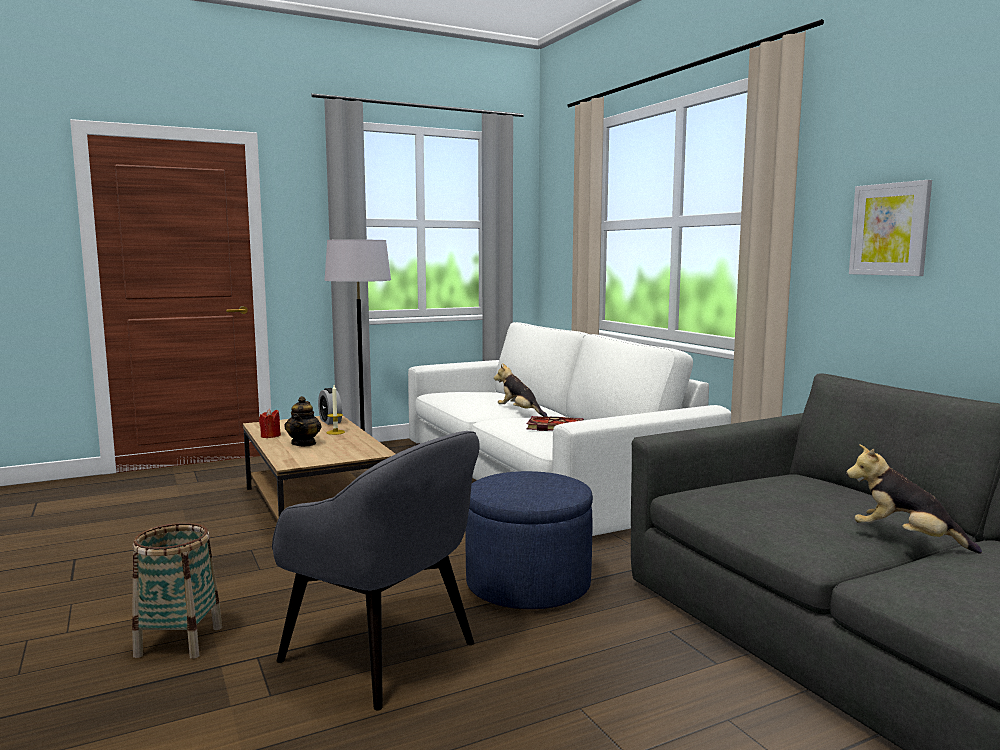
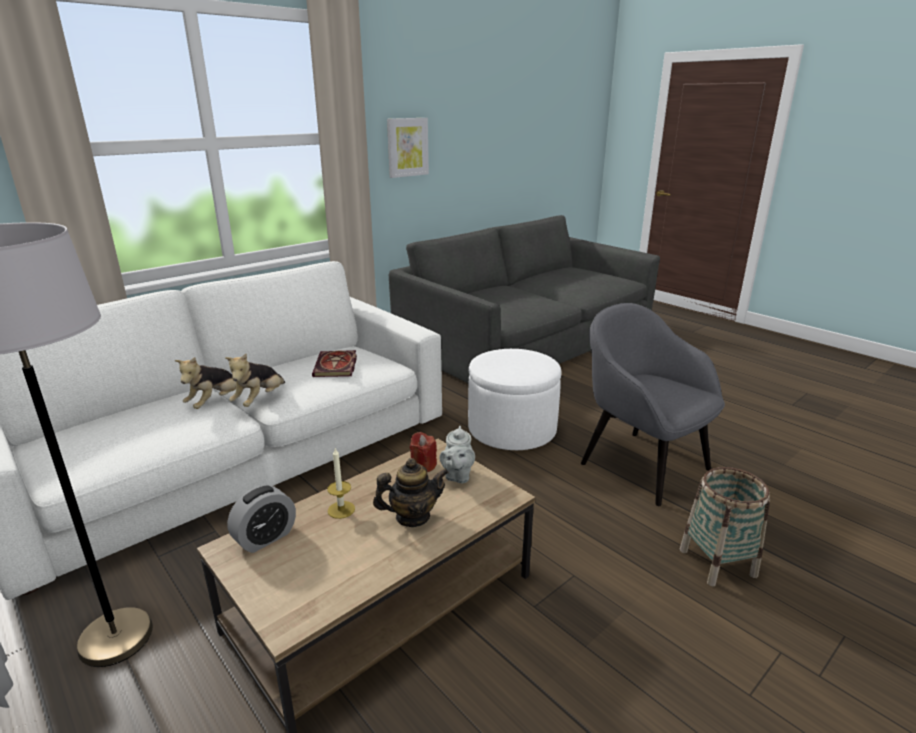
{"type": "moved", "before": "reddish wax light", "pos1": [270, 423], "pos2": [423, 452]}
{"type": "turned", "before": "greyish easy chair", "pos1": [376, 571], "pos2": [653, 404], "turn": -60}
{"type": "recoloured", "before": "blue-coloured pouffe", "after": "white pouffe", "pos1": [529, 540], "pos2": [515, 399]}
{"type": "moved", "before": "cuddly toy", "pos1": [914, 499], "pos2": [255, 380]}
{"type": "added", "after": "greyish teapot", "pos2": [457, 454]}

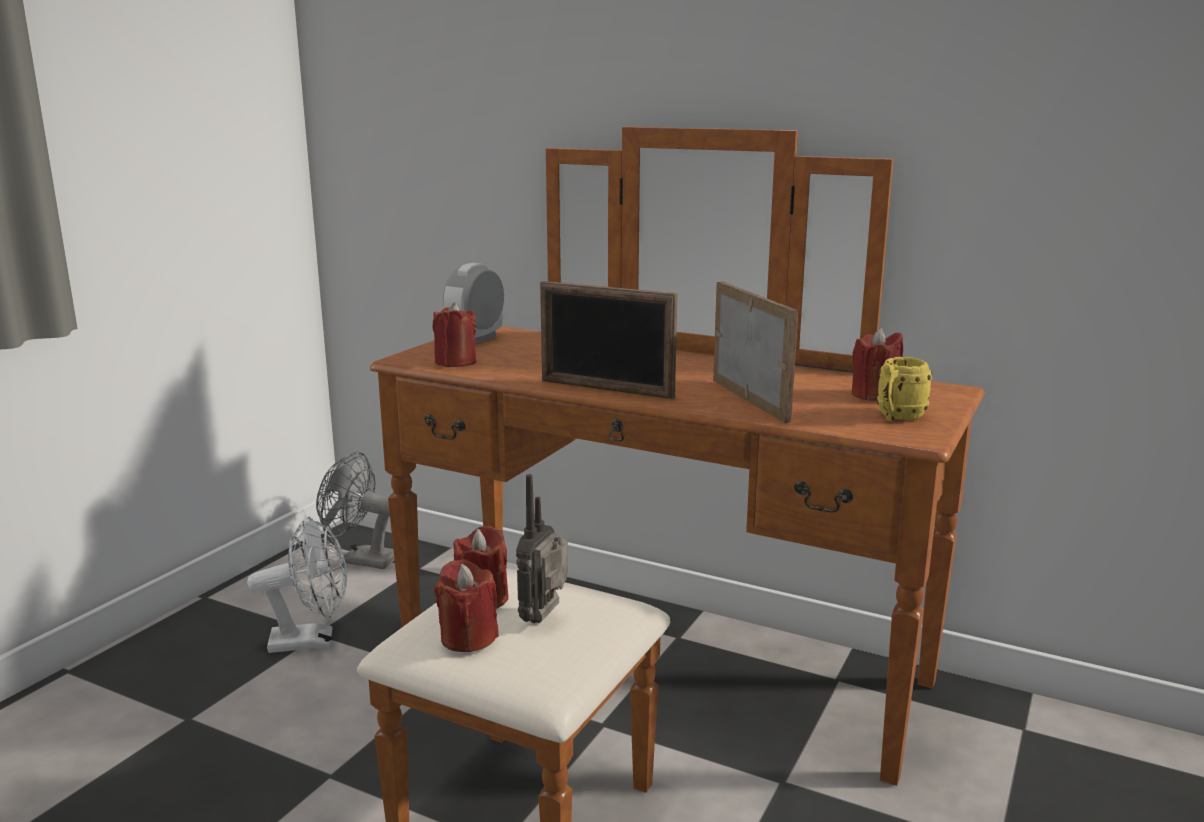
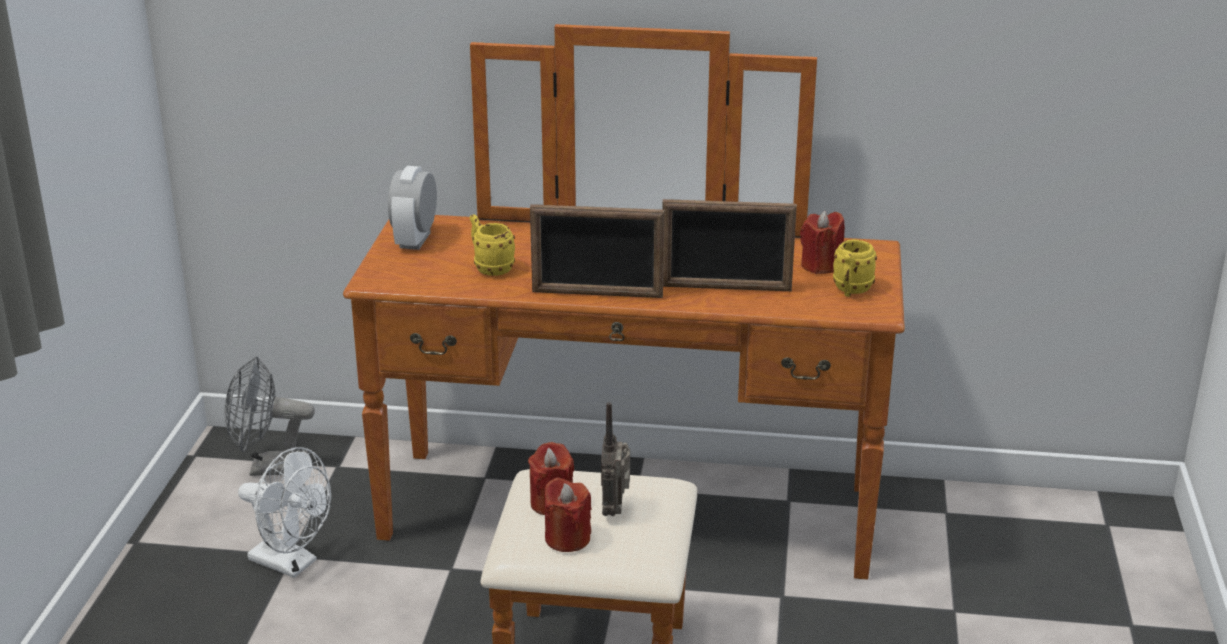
{"type": "turned", "before": "white fan", "pos1": [297, 584], "pos2": [284, 512], "turn": 60}
{"type": "removed", "before": "reddish wax light", "pos1": [454, 334]}
{"type": "turned", "before": "photo frame", "pos1": [755, 352], "pos2": [729, 245], "turn": 135}
{"type": "added", "after": "yellow-coloured mug", "pos2": [492, 245]}

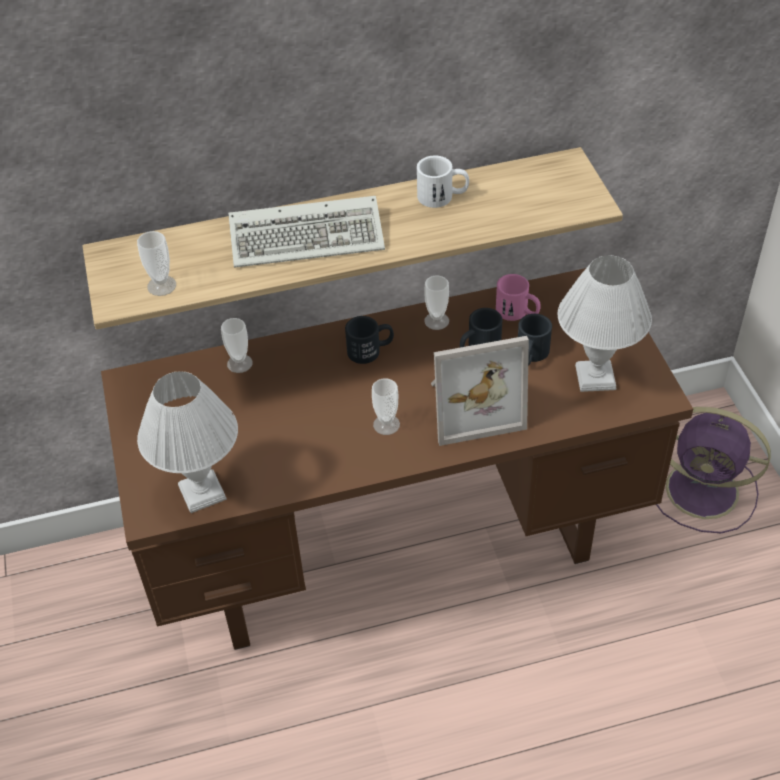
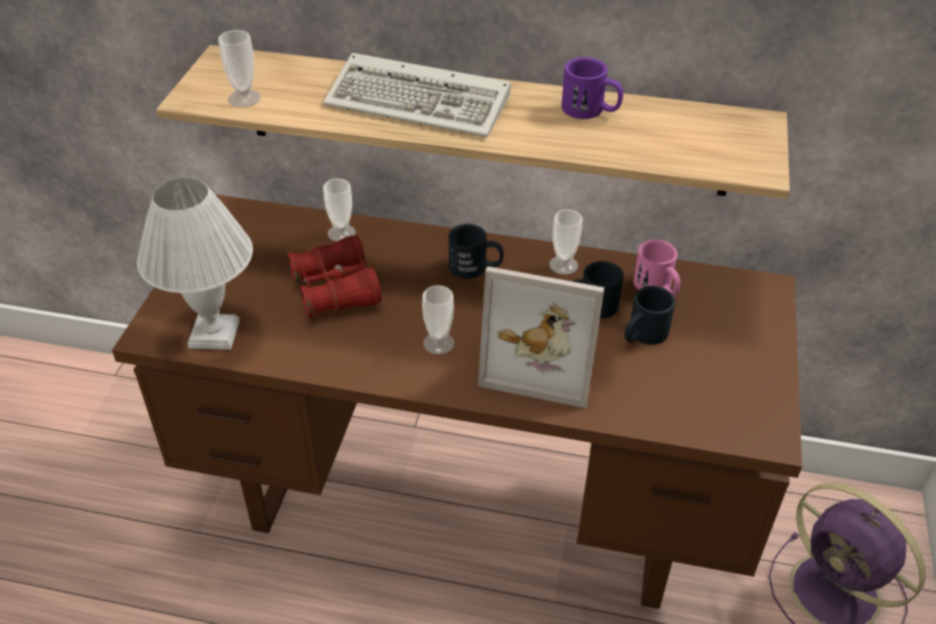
{"type": "recoloured", "before": "white mug", "after": "purplish mug", "pos1": [443, 182], "pos2": [592, 88]}
{"type": "removed", "before": "white tabletop lamp", "pos1": [605, 323]}
{"type": "added", "after": "reddish field glasses", "pos2": [334, 276]}

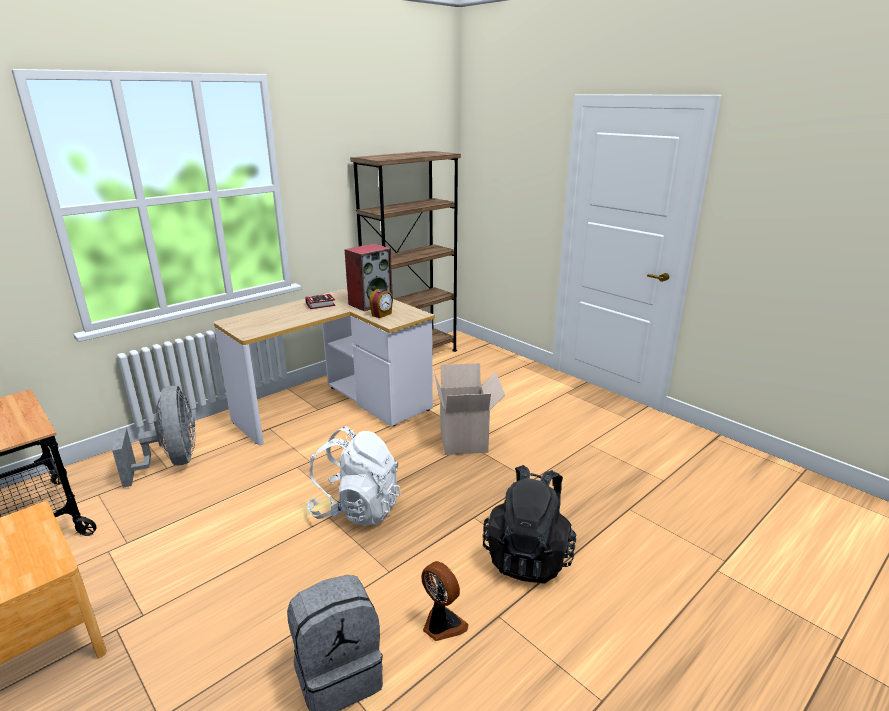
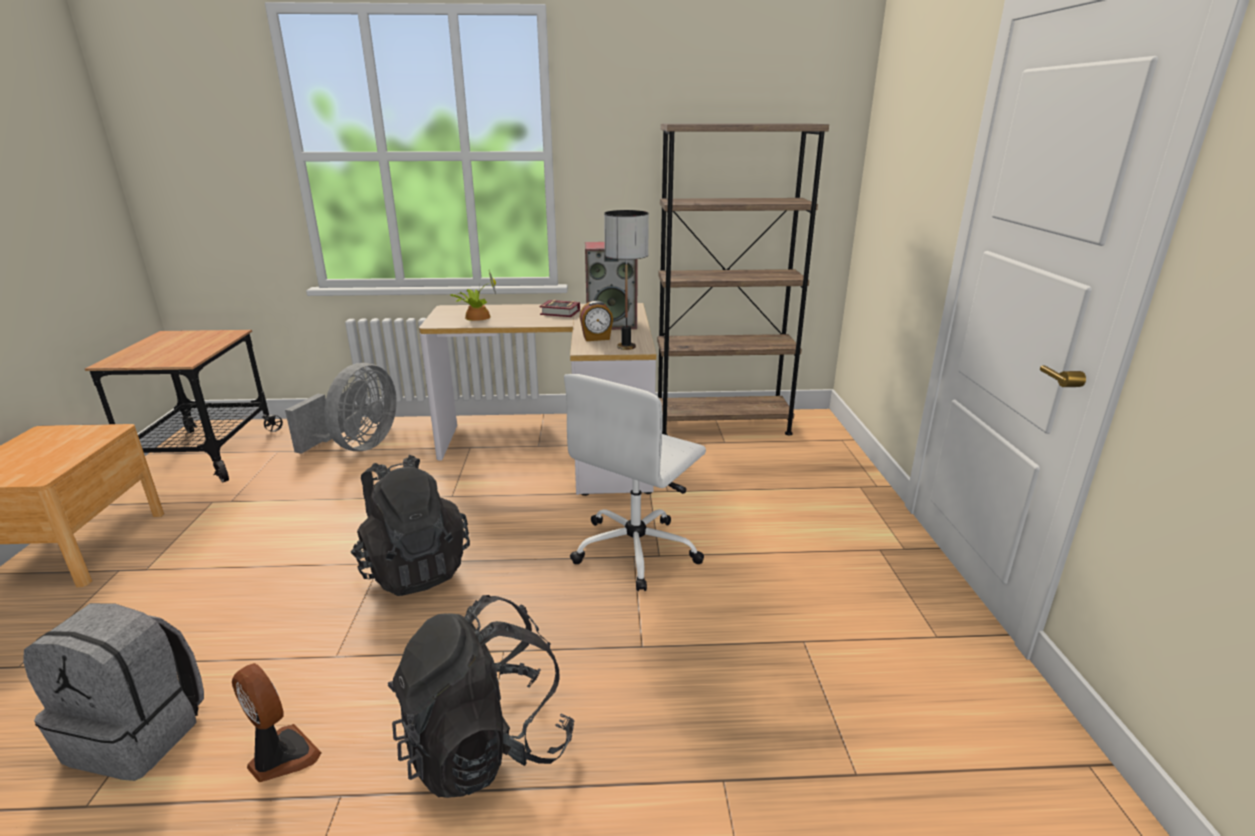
{"type": "recoloured", "before": "white rucksack", "after": "blackish rucksack", "pos1": [353, 476], "pos2": [410, 525]}
{"type": "turned", "before": "fan", "pos1": [445, 601], "pos2": [277, 722], "turn": -45}
{"type": "replaced", "before": "cardboard box", "after": "white desk chair", "pos1": [469, 409], "pos2": [635, 482]}
{"type": "added", "after": "plant in a pot", "pos2": [473, 295]}
{"type": "added", "after": "tabletop lamp", "pos2": [626, 280]}

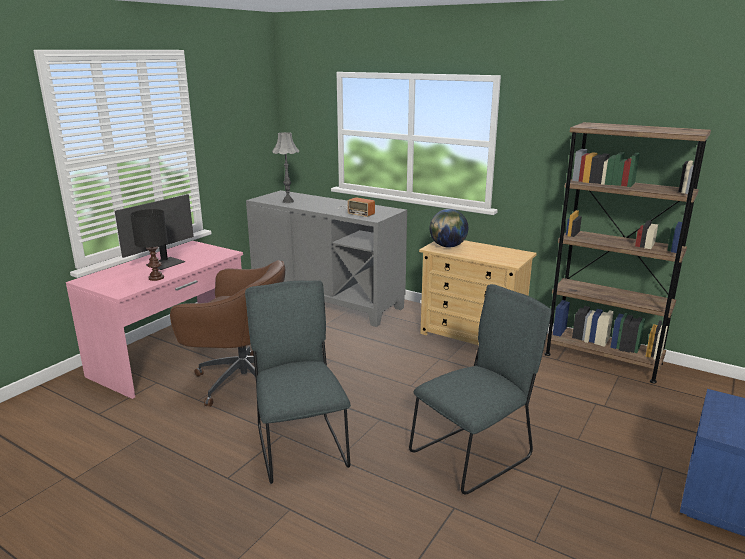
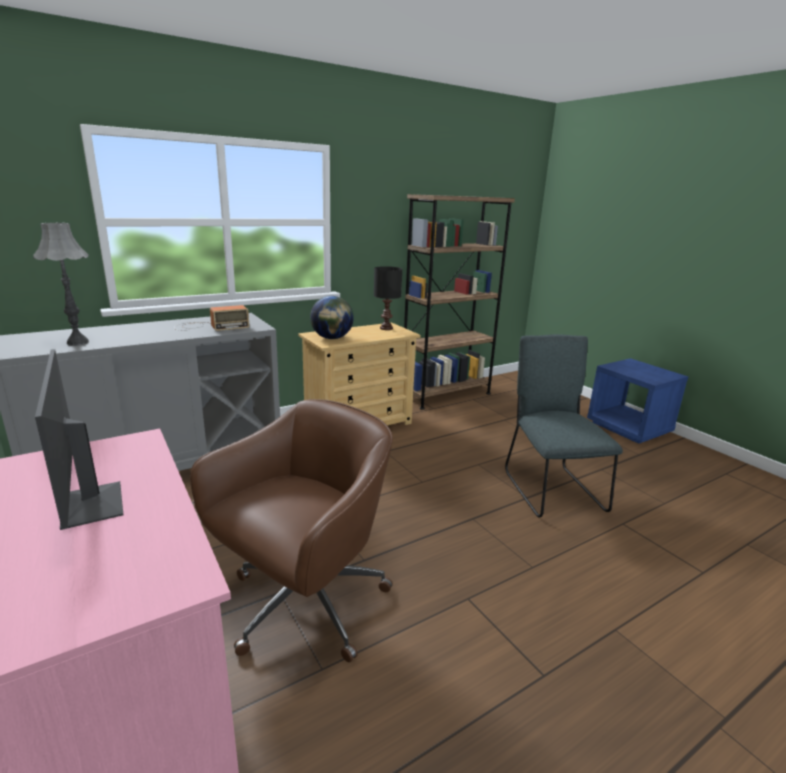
{"type": "moved", "before": "blackish tabletop lamp", "pos1": [149, 245], "pos2": [388, 298]}
{"type": "removed", "before": "greyish upright chair", "pos1": [298, 382]}

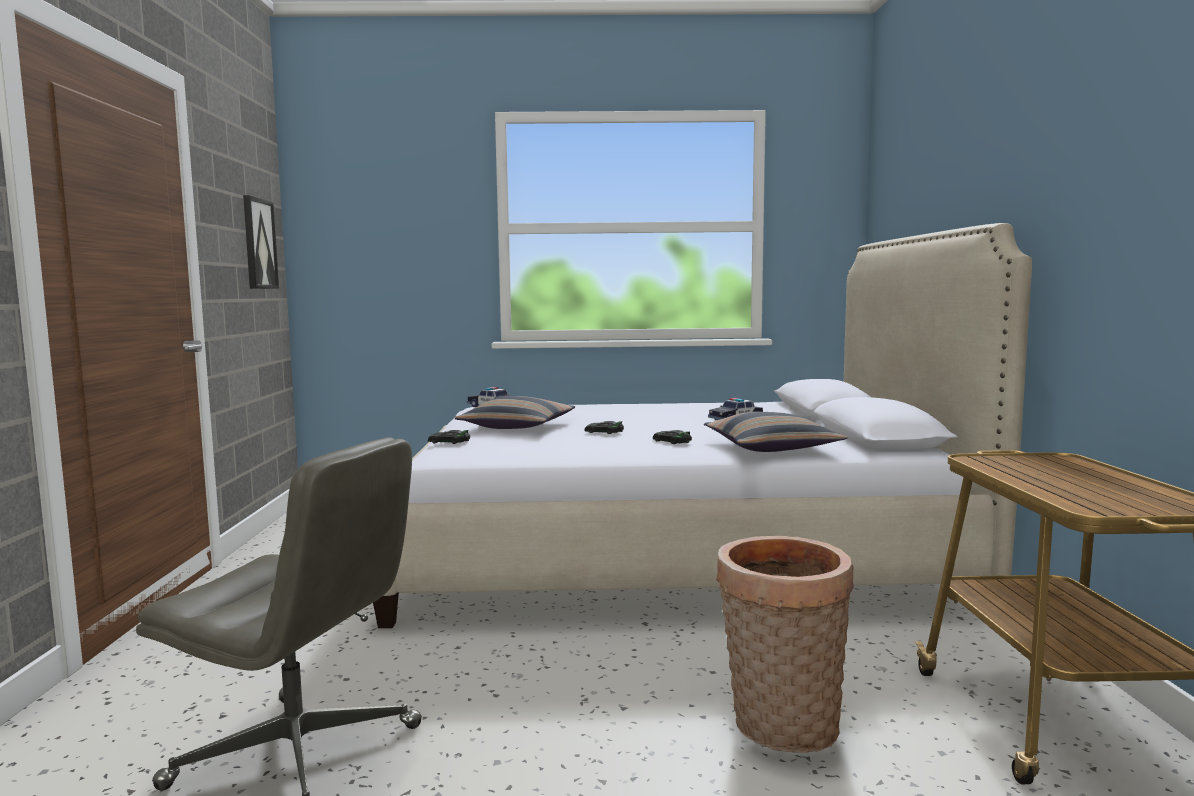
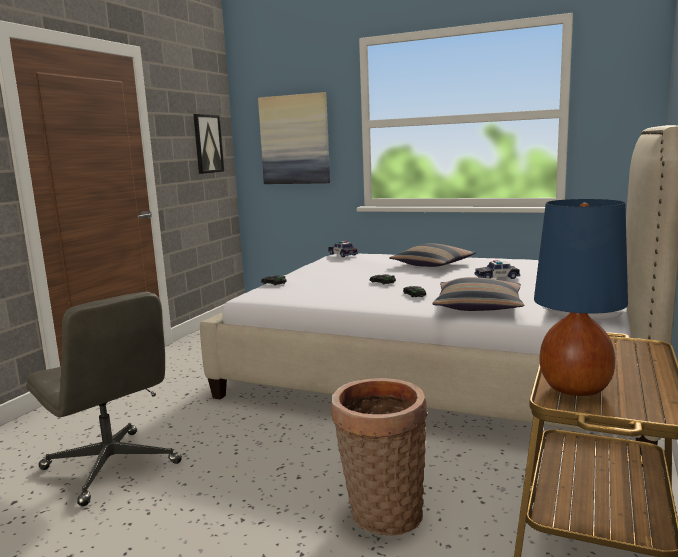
{"type": "moved", "before": "pillow", "pos1": [515, 412], "pos2": [433, 255]}
{"type": "added", "after": "wall picture", "pos2": [294, 138]}
{"type": "added", "after": "blue-coloured tabletop lamp", "pos2": [581, 297]}

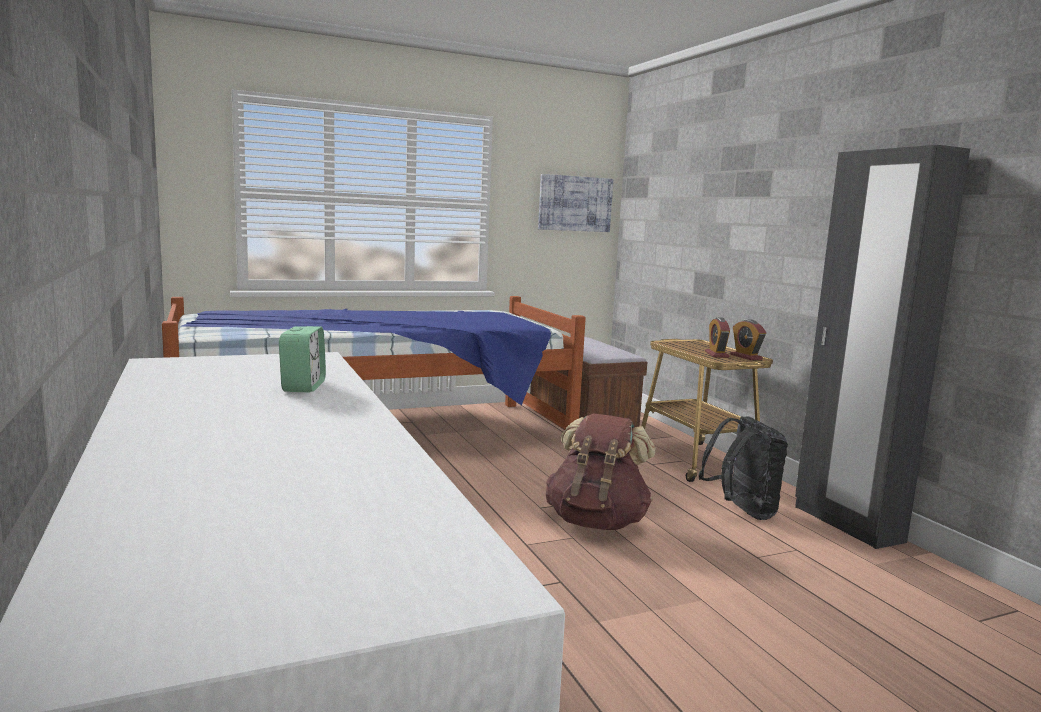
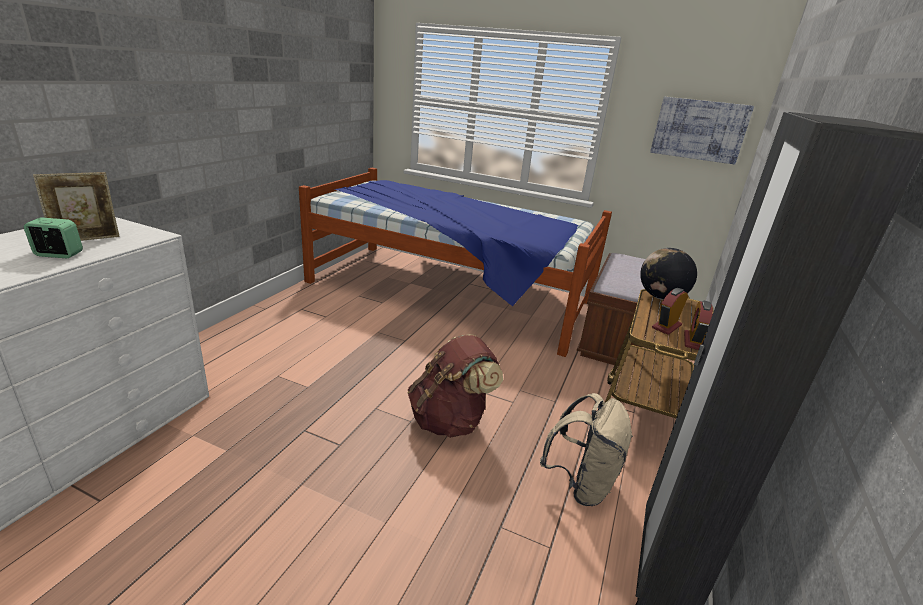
{"type": "turned", "before": "table clock", "pos1": [302, 359], "pos2": [53, 237], "turn": -135}
{"type": "recoloured", "before": "blackish rucksack", "after": "beige-coloured rucksack", "pos1": [743, 468], "pos2": [586, 449]}
{"type": "added", "after": "photo frame", "pos2": [76, 206]}
{"type": "added", "after": "world globe", "pos2": [668, 274]}

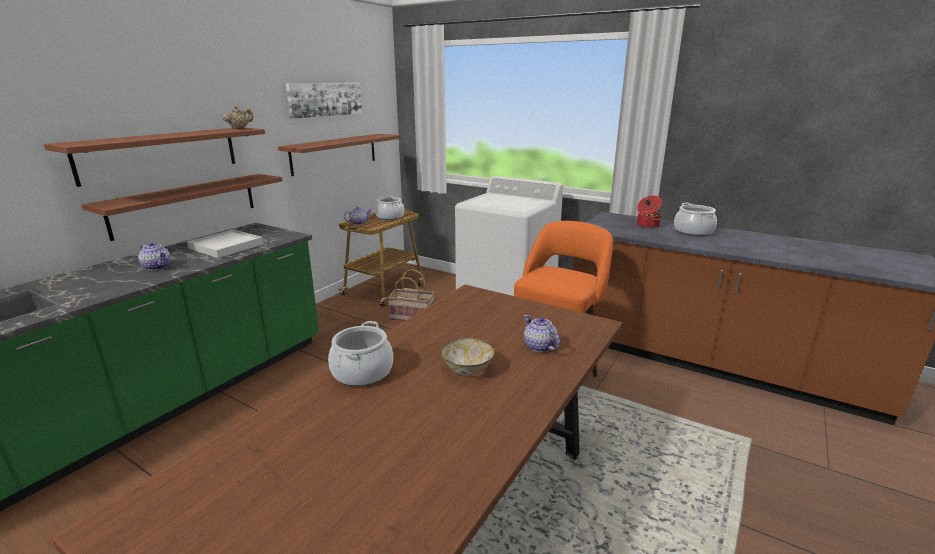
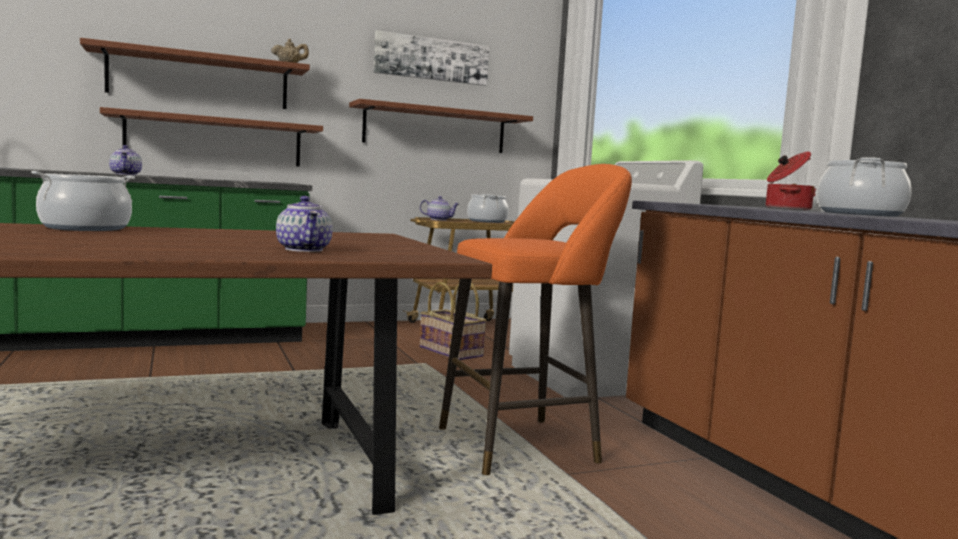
{"type": "removed", "before": "deep dish", "pos1": [468, 356]}
{"type": "turned", "before": "teapot", "pos1": [542, 333], "pos2": [304, 224], "turn": 150}

